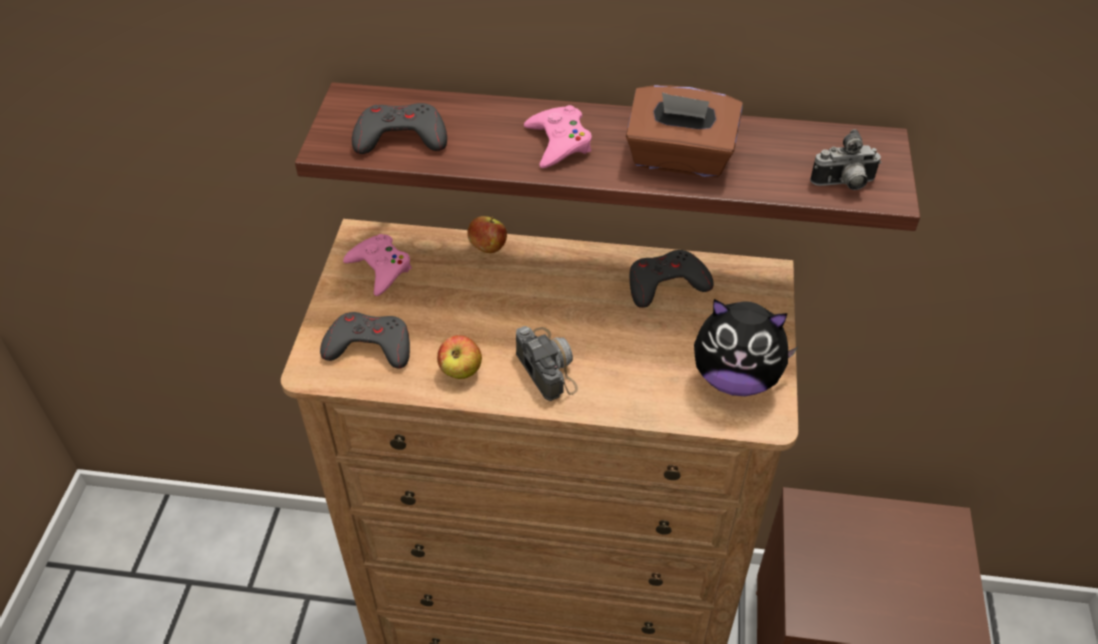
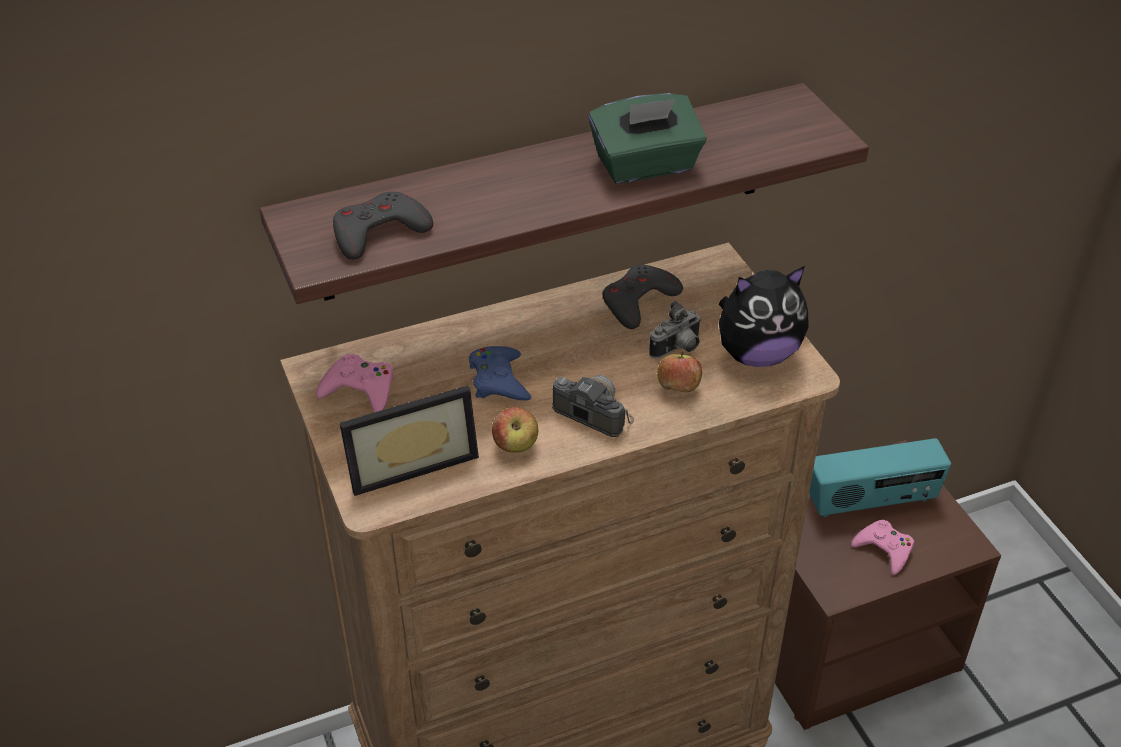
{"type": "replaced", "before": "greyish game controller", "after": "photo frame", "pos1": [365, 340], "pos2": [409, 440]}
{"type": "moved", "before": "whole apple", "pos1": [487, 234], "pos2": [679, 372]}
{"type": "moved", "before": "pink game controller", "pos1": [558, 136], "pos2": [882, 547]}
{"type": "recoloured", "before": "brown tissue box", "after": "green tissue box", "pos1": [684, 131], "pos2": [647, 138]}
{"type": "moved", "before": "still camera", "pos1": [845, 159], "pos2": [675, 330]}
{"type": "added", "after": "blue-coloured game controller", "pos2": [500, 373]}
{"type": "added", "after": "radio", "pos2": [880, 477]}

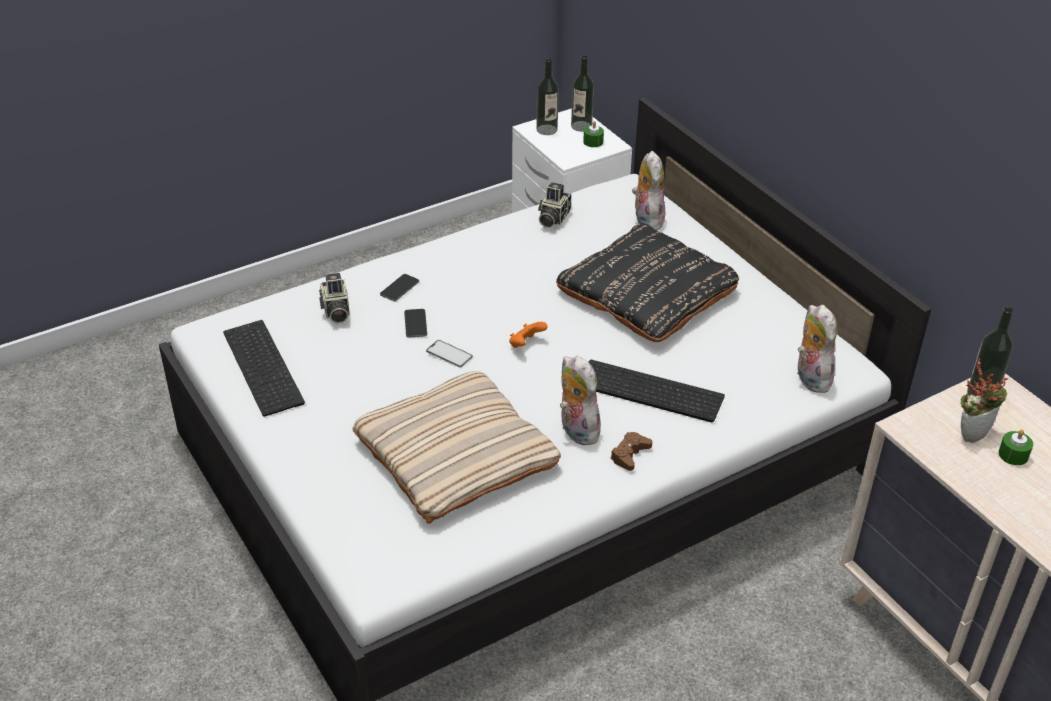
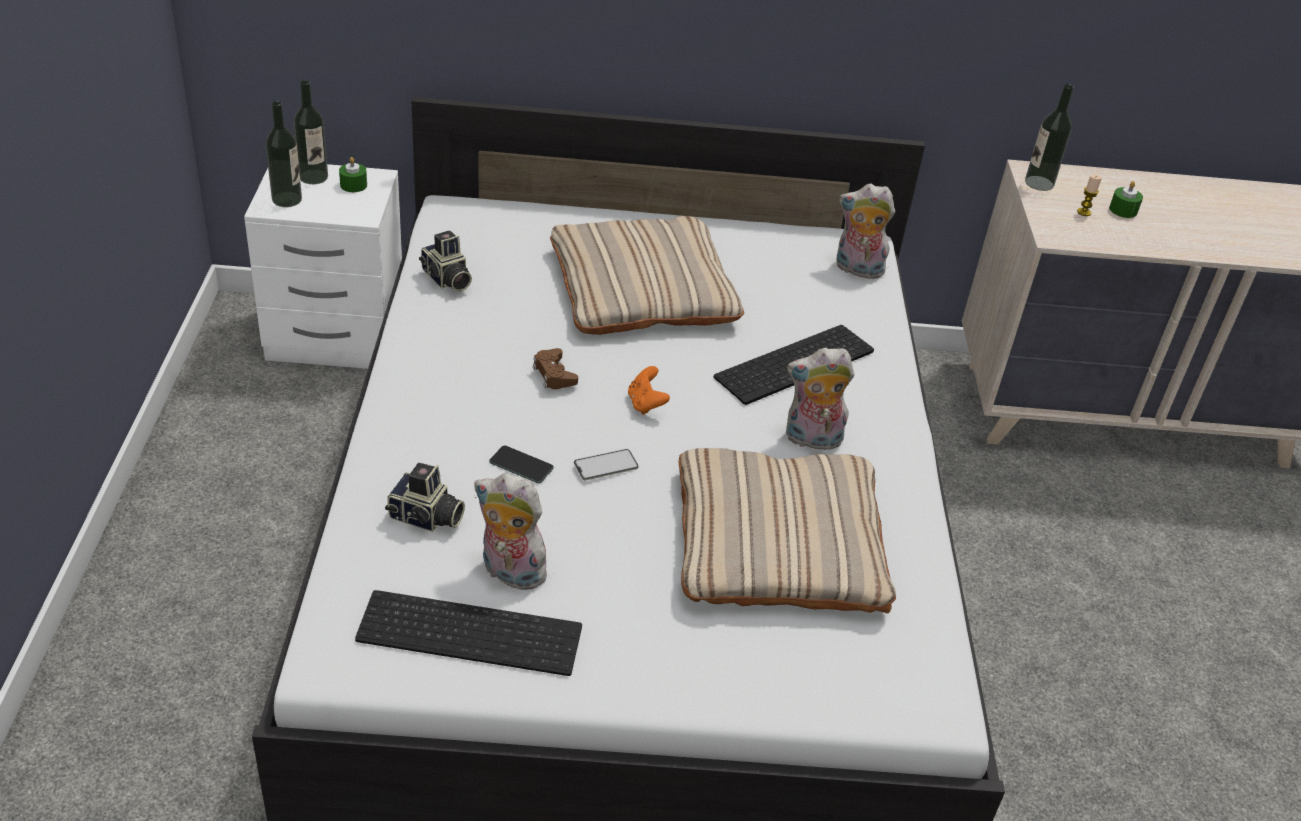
{"type": "removed", "before": "phone", "pos1": [399, 287]}
{"type": "recoloured", "before": "blackish pillow", "after": "beige-coloured pillow", "pos1": [647, 282], "pos2": [647, 275]}
{"type": "moved", "before": "brown game controller", "pos1": [631, 451], "pos2": [555, 368]}
{"type": "moved", "before": "cuddly toy", "pos1": [648, 190], "pos2": [514, 532]}
{"type": "replaced", "before": "plant in a pot", "after": "wax light", "pos1": [984, 401], "pos2": [1089, 195]}

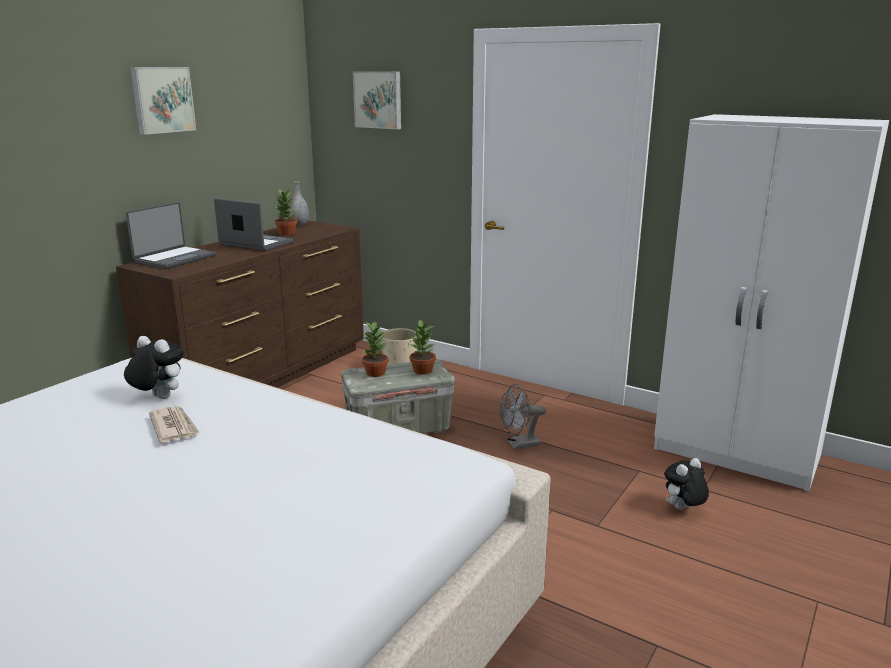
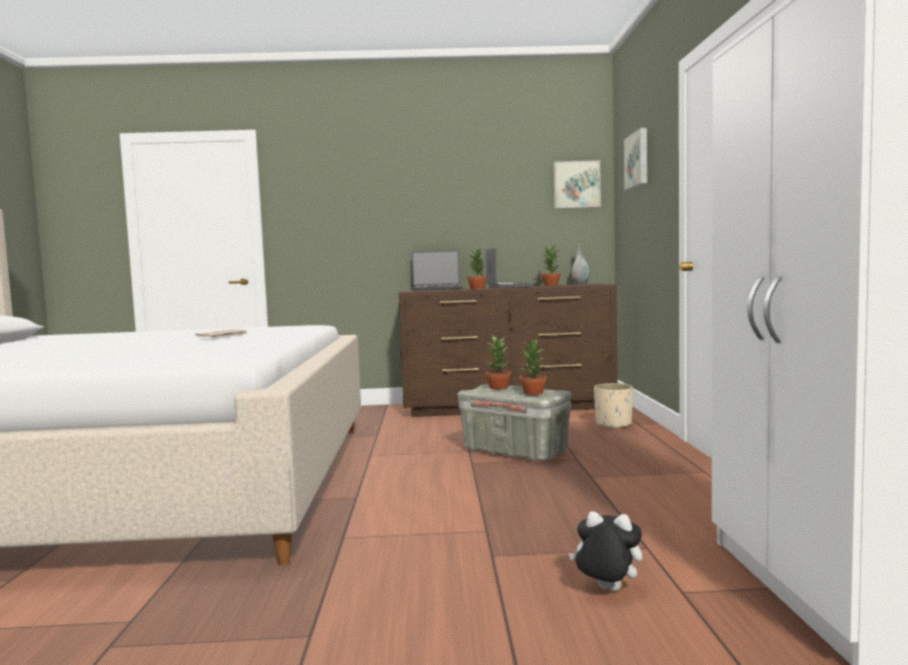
{"type": "removed", "before": "cuddly toy", "pos1": [153, 367]}
{"type": "moved", "before": "wall picture", "pos1": [163, 101], "pos2": [577, 184]}
{"type": "removed", "before": "greyish fan", "pos1": [523, 416]}
{"type": "added", "after": "plant in a pot", "pos2": [477, 268]}

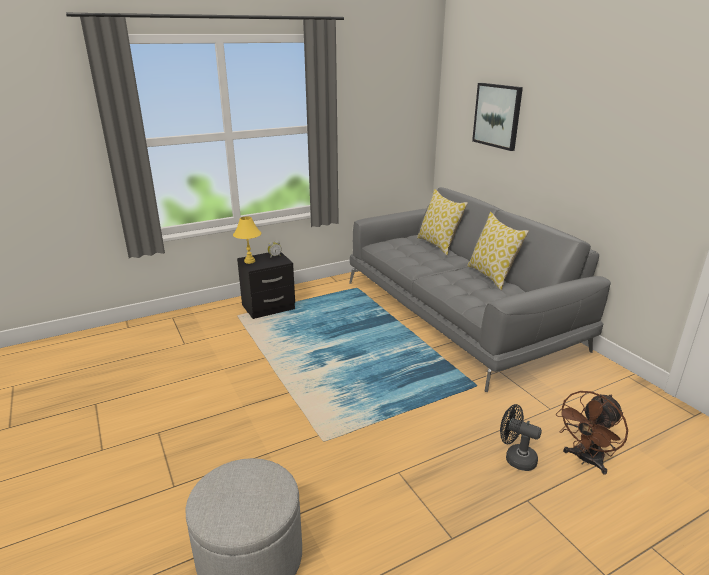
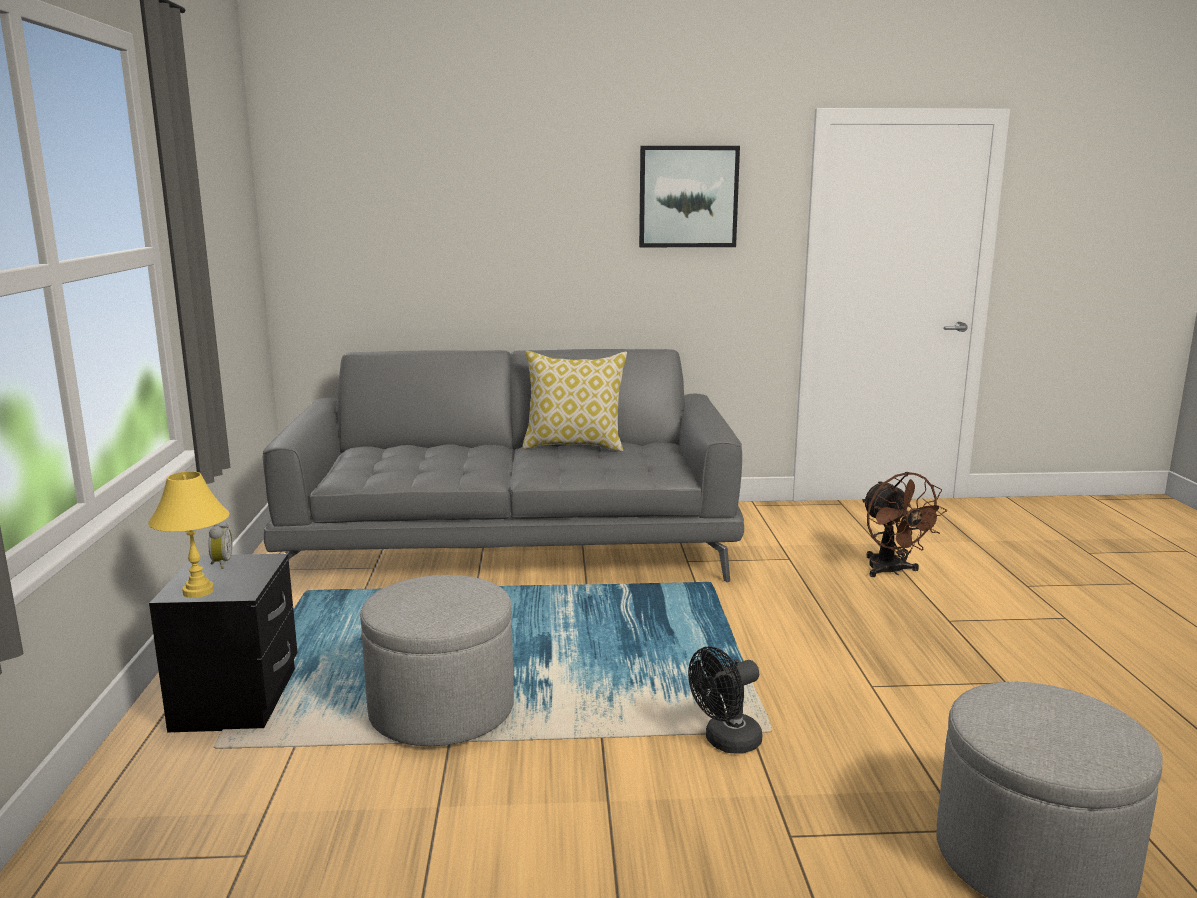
{"type": "removed", "before": "pillow", "pos1": [442, 222]}
{"type": "moved", "before": "wall picture", "pos1": [497, 117], "pos2": [689, 196]}
{"type": "moved", "before": "blackish fan", "pos1": [521, 437], "pos2": [725, 699]}
{"type": "added", "after": "greyish pouffe", "pos2": [437, 660]}

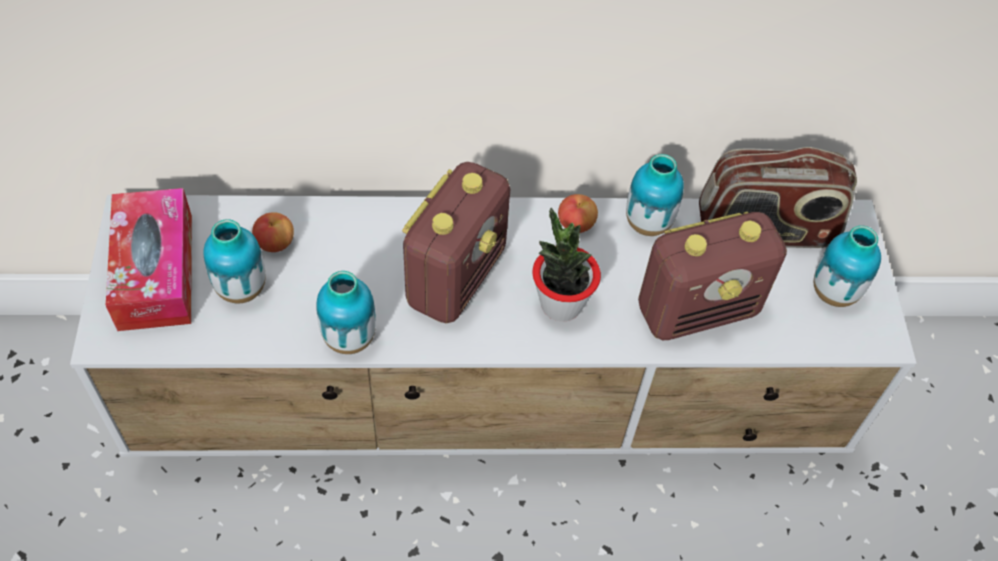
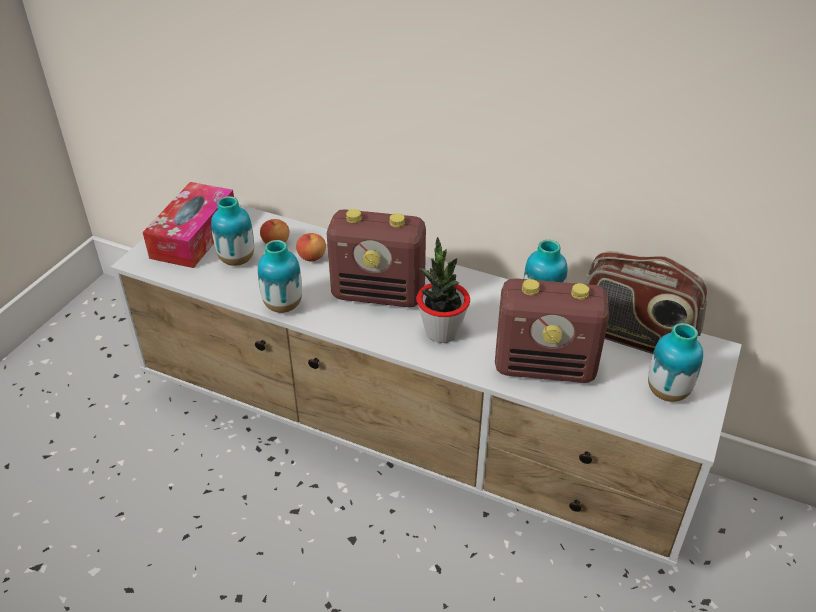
{"type": "turned", "before": "radio", "pos1": [456, 242], "pos2": [376, 258], "turn": 45}
{"type": "moved", "before": "whole apple", "pos1": [578, 213], "pos2": [311, 247]}

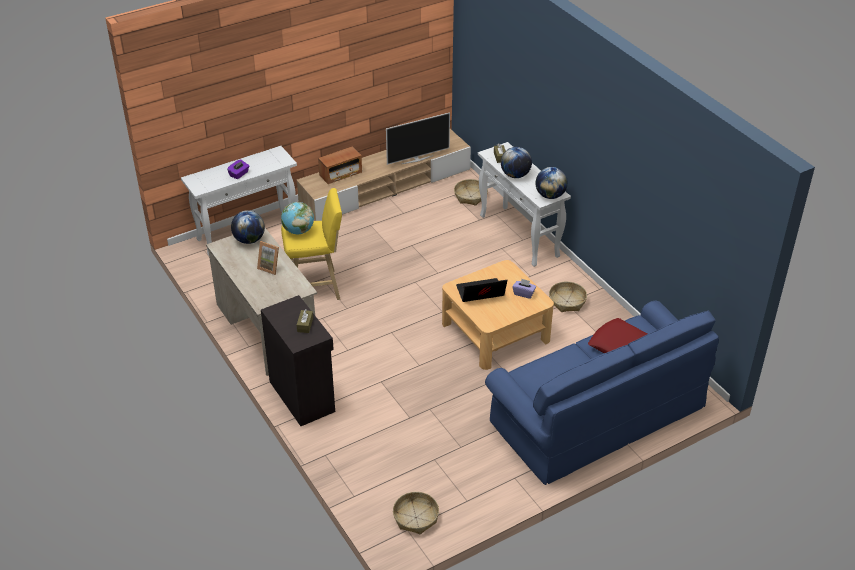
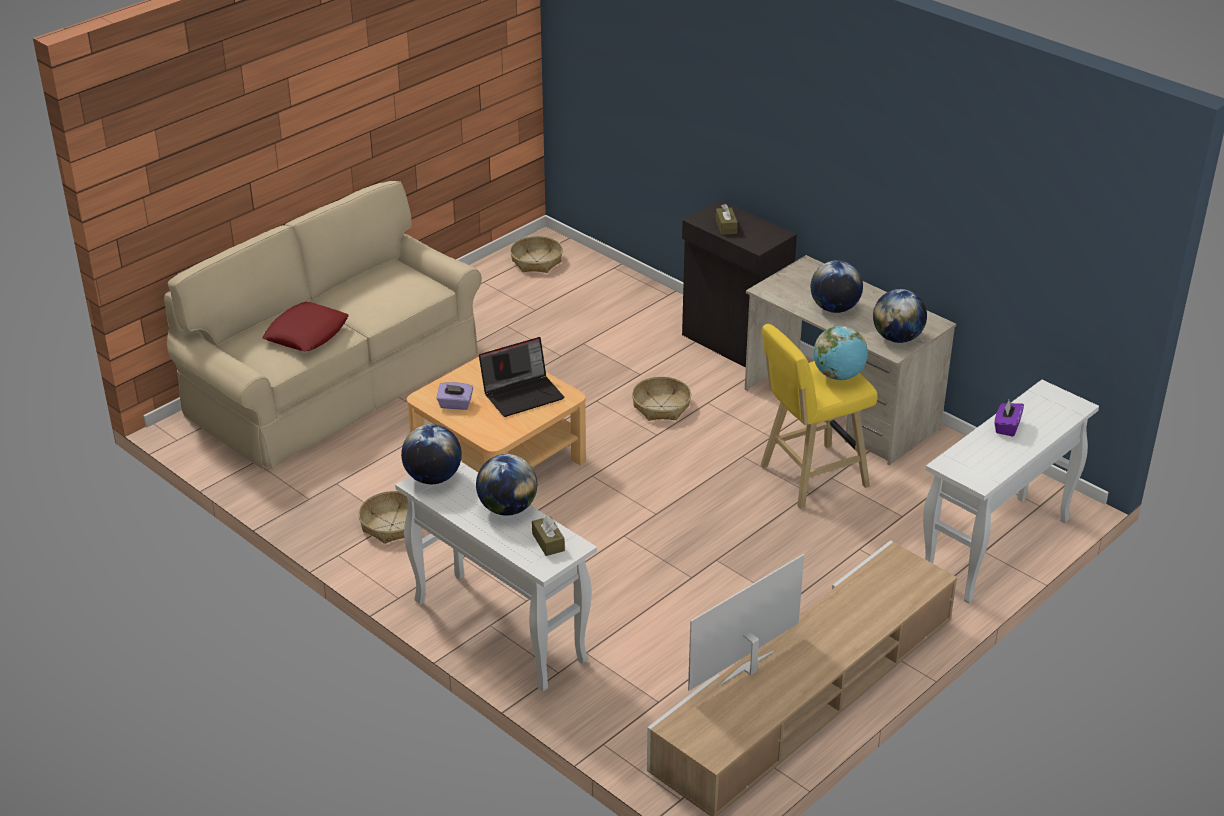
{"type": "replaced", "before": "photo frame", "after": "world globe", "pos1": [268, 258], "pos2": [837, 286]}
{"type": "removed", "before": "radio", "pos1": [340, 165]}
{"type": "moved", "before": "household basket", "pos1": [471, 192], "pos2": [661, 398]}
{"type": "recoloured", "before": "blue-coloured couch", "after": "beige-coloured couch", "pos1": [602, 393], "pos2": [323, 325]}

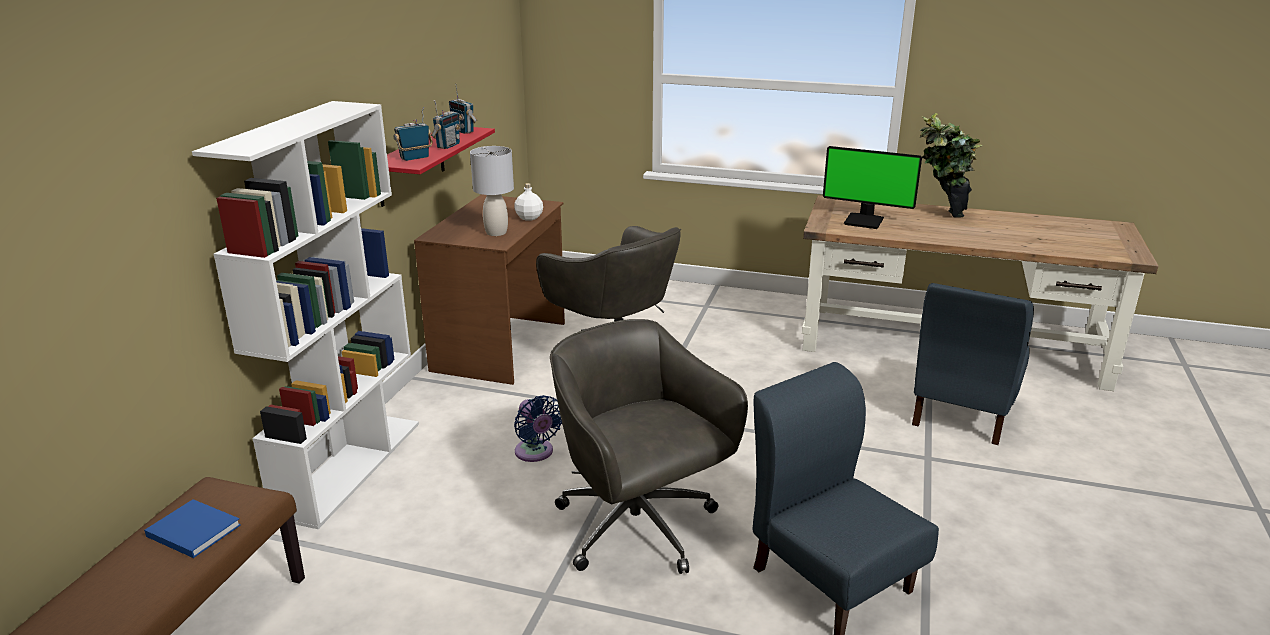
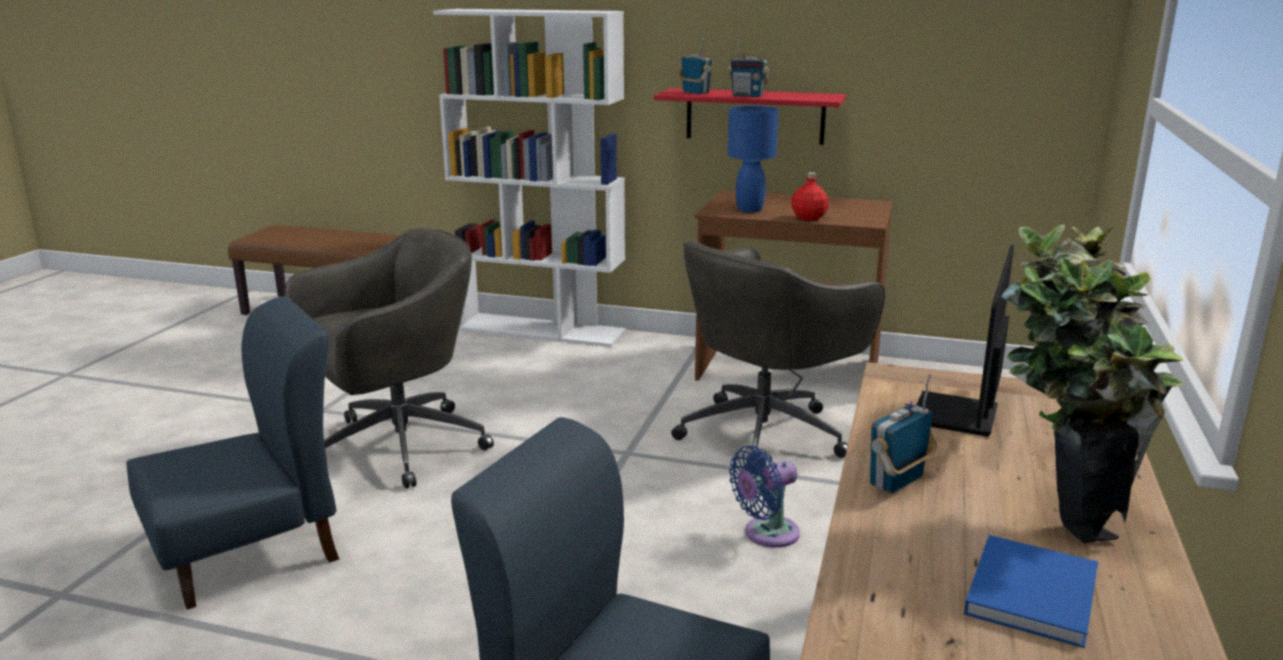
{"type": "moved", "before": "blue-coloured volume", "pos1": [192, 528], "pos2": [1031, 591]}
{"type": "moved", "before": "radio", "pos1": [463, 109], "pos2": [903, 434]}
{"type": "recoloured", "before": "greyish tabletop lamp", "after": "blue-coloured tabletop lamp", "pos1": [492, 191], "pos2": [753, 159]}
{"type": "recoloured", "before": "white beverage bottle", "after": "reddish beverage bottle", "pos1": [528, 202], "pos2": [810, 196]}
{"type": "moved", "before": "blue-coloured fan", "pos1": [538, 428], "pos2": [764, 497]}

